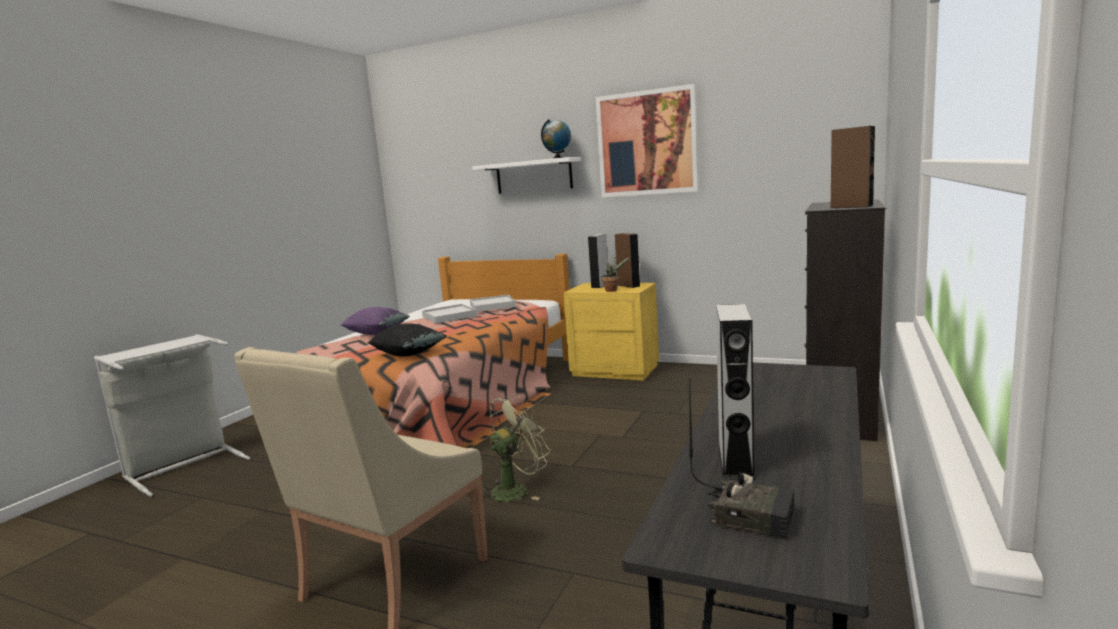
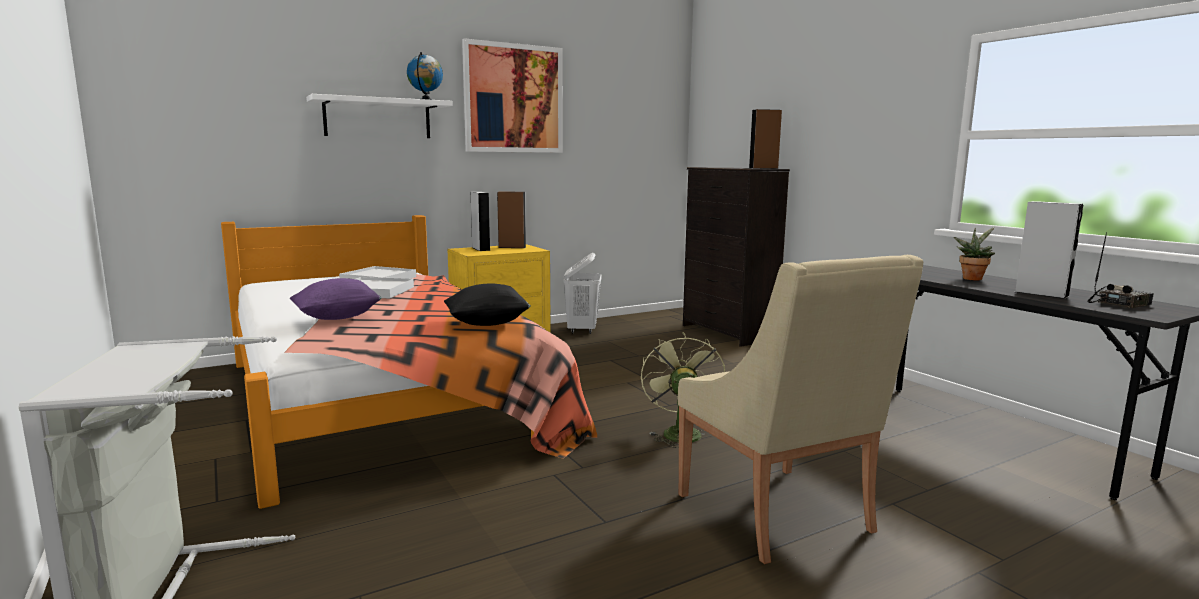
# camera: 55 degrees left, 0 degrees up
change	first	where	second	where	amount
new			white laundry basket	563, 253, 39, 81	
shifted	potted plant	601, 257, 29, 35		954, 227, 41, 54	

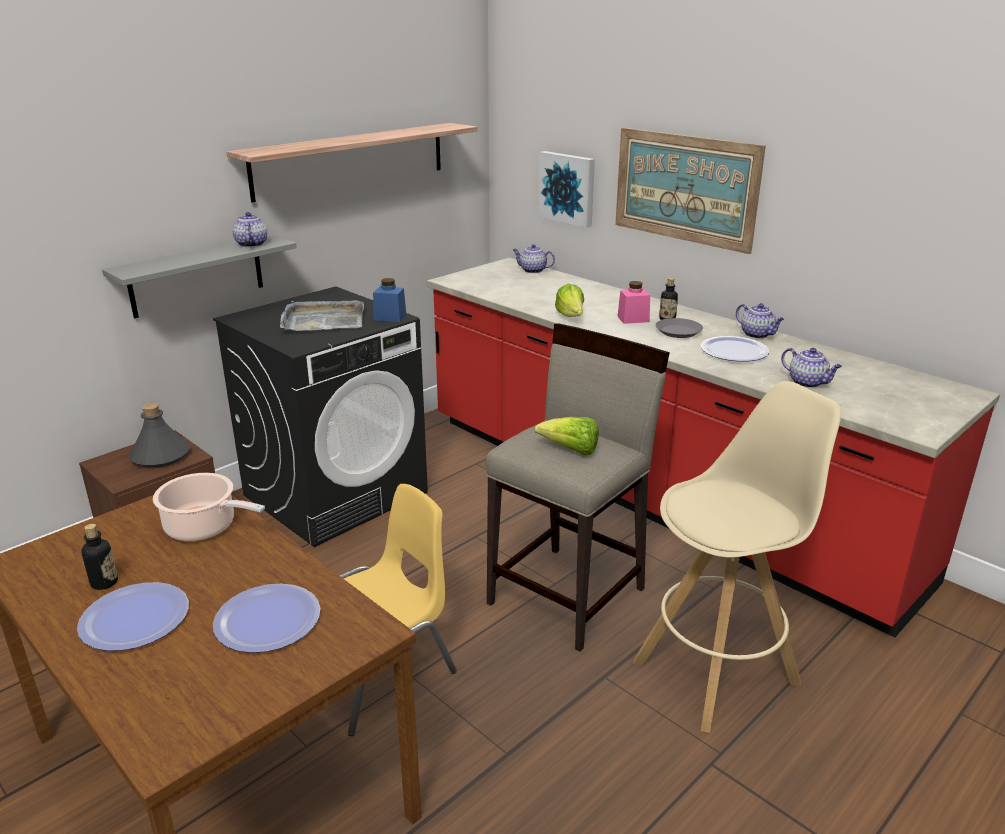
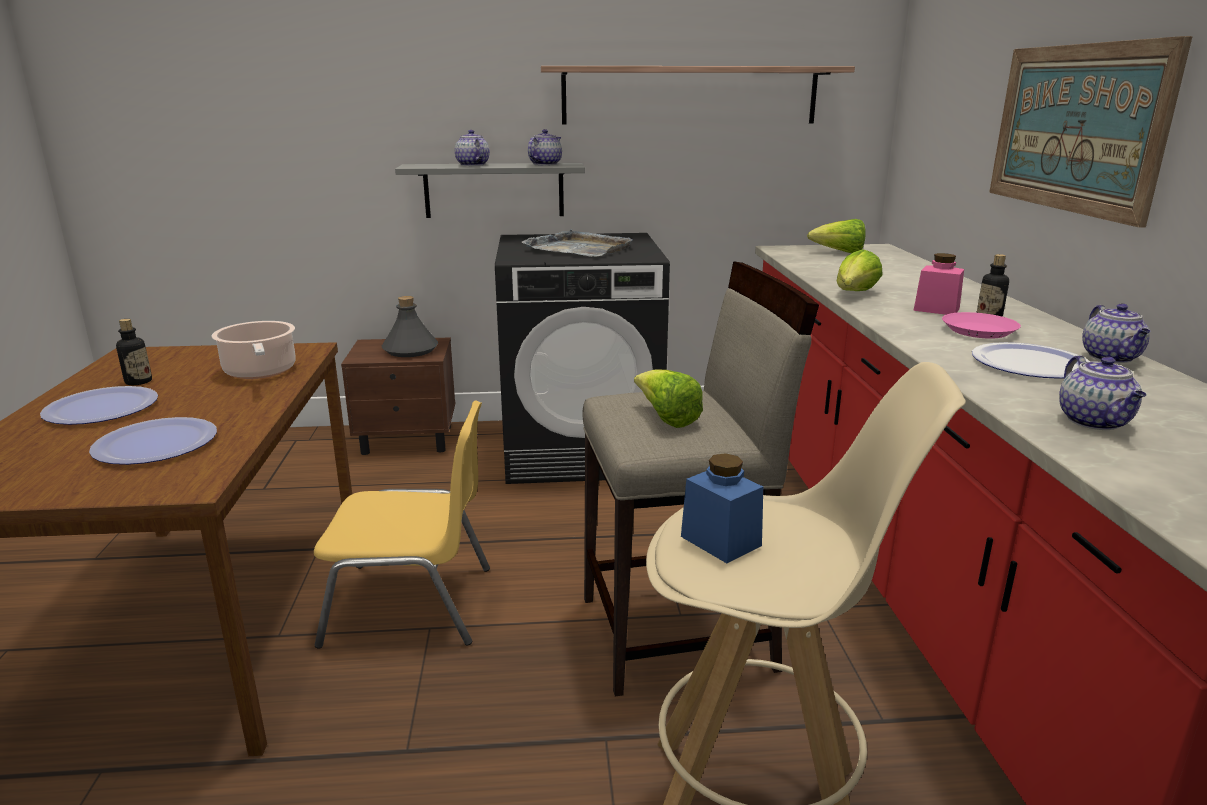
# camera: 40 degrees right, 5 degrees down
change	first	where	second	where	amount
gone	picture	538, 151, 57, 77			
new			lettuce	807, 219, 59, 34	
shifted	blue jar	373, 278, 33, 44		681, 453, 82, 110	
shifted	teapot	513, 244, 42, 29		455, 130, 35, 36	
repainted	grey plate	655, 318, 48, 20	pink plate	942, 312, 79, 27	

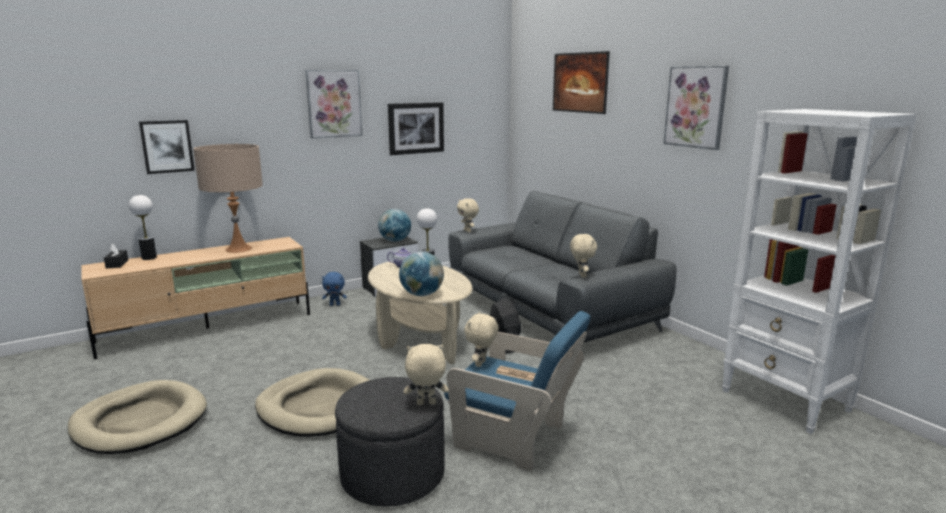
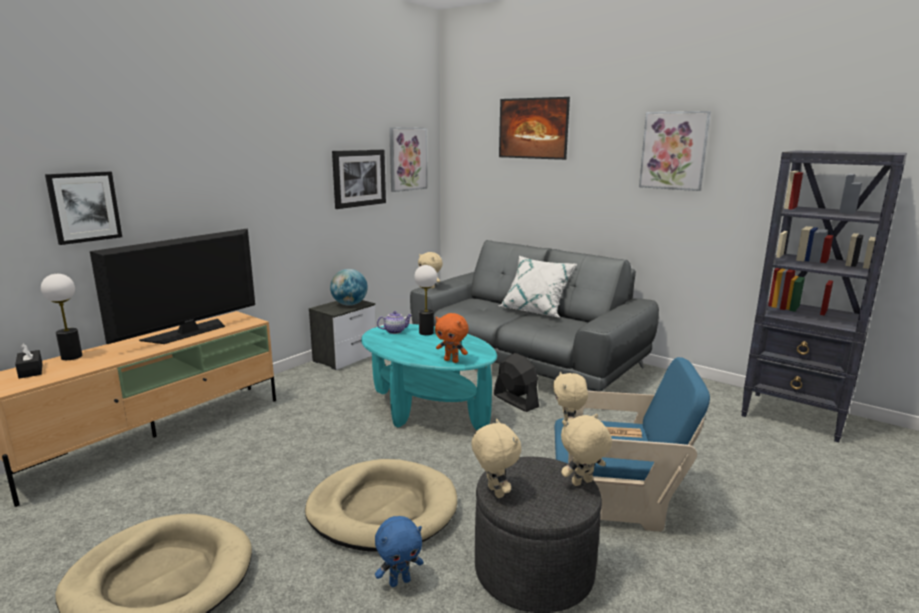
# camera: 20 degrees left, 0 degrees up
change	first	where	second	where	amount
new			white pillow	498, 256, 79, 62	
shifted	picture	305, 70, 57, 68		389, 127, 38, 65	
shifted	blue plush toy	322, 272, 25, 34		375, 516, 48, 71	
shifted	beige plush toy	570, 234, 27, 44		471, 419, 50, 79	
swapped	beige table lamp	193, 144, 70, 109	television	90, 229, 165, 115	
swapped	globe	399, 252, 45, 44	orange plush toy	435, 313, 34, 50	
repainted	beige coffee table	368, 262, 105, 102	turquoise coffee table	361, 324, 136, 106	
repainted	white bookcase	722, 109, 194, 325	black bookcase	741, 151, 166, 291	

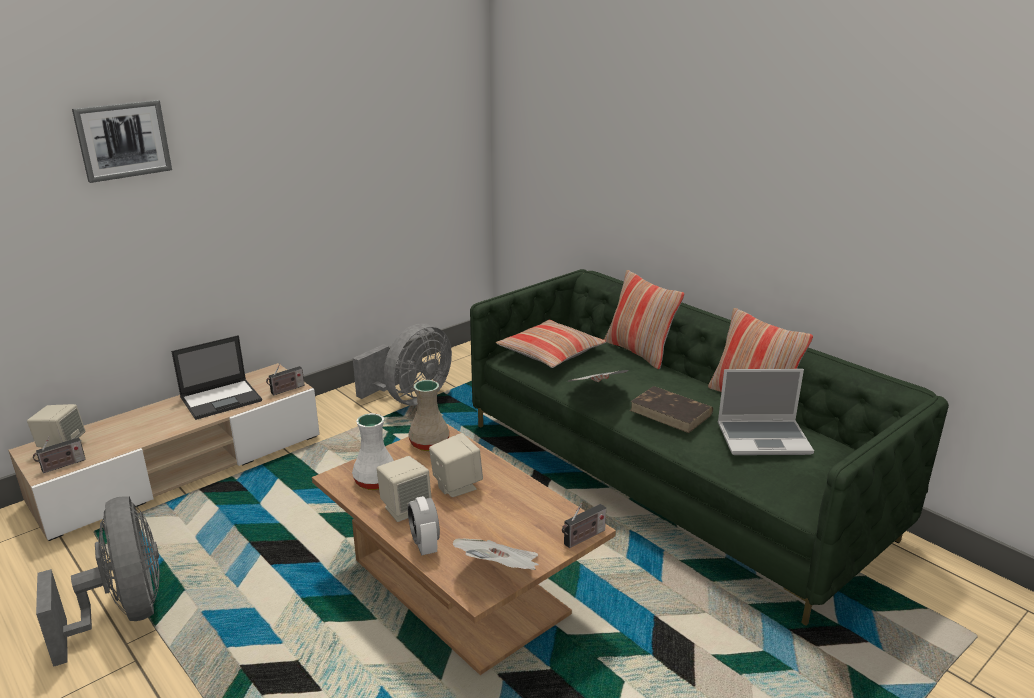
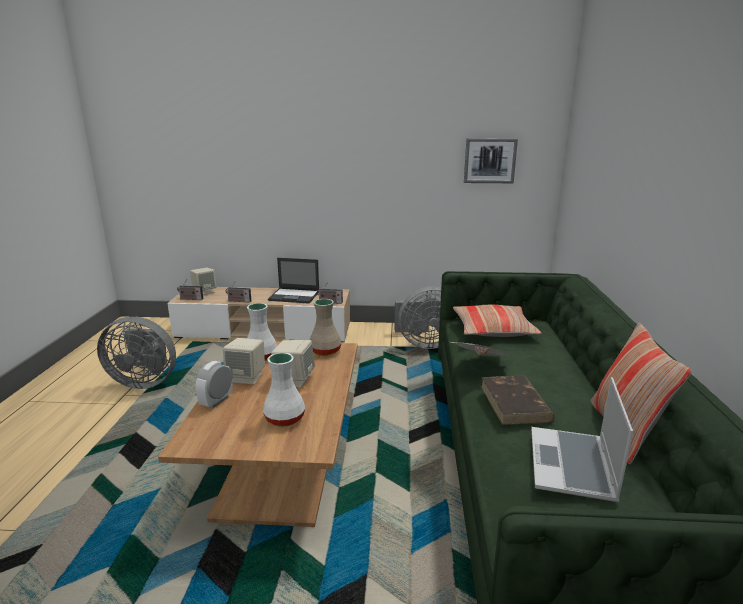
# camera: 45 degrees right, 5 degrees down
change	first	where	second	where	amount
gone	newspaper	453, 539, 86, 31			
gone	pillow	604, 270, 80, 99			
new			white vase	263, 353, 42, 74	
shifted	picture	72, 100, 100, 83		464, 138, 54, 45	
shifted	radio	562, 504, 44, 44		225, 282, 26, 20	
rotated	grey fan	36, 496, 124, 171		97, 317, 79, 72	75 degrees clockwise
rotated	laptop	718, 369, 96, 86		531, 377, 102, 125	60 degrees clockwise

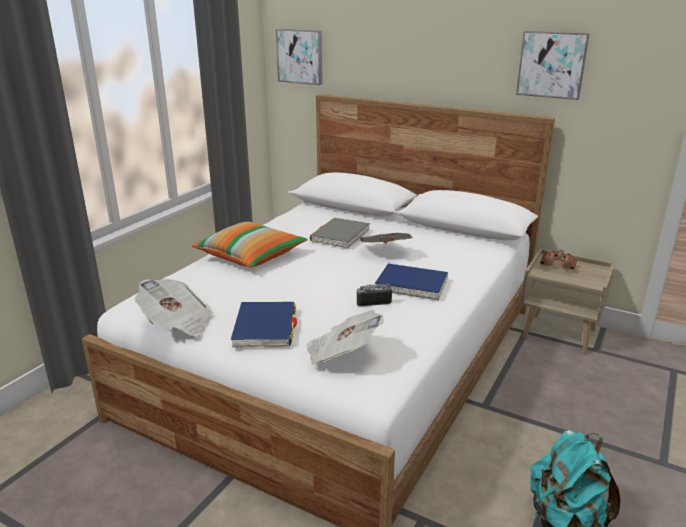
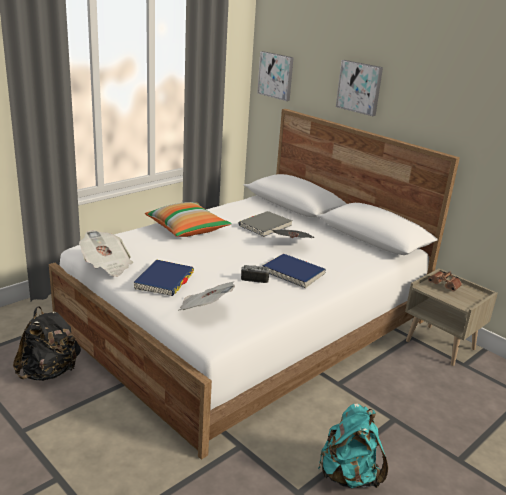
# camera: 15 degrees right, 0 degrees up
change	first	where	second	where	amount
new			black backpack	13, 306, 68, 75	
shifted	picture	516, 31, 74, 69		336, 60, 47, 56	

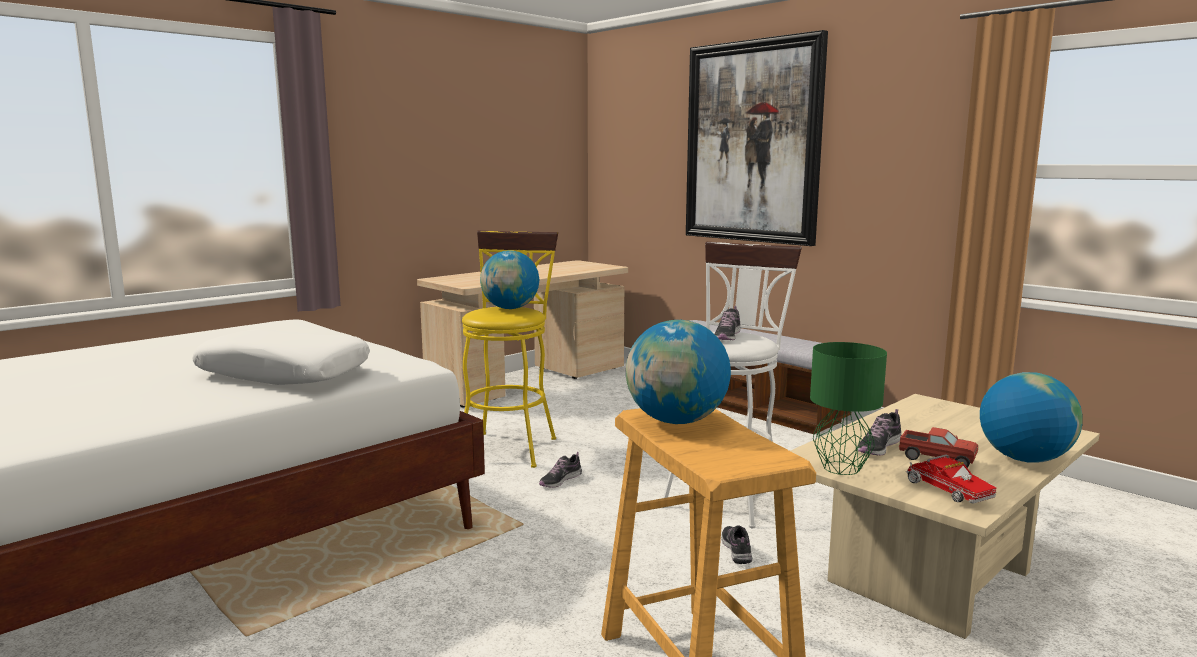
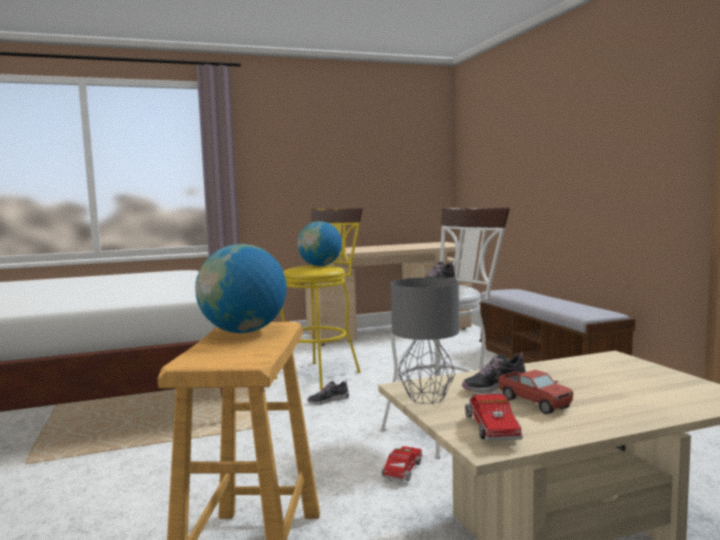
# camera: 25 degrees right, 5 degrees down
change	first	where	second	where	amount
gone	white pillow	192, 329, 178, 56			
gone	picture	686, 30, 142, 216			
gone	globe	980, 372, 103, 91			
swapped	shoe	721, 525, 31, 39	toy truck	382, 446, 41, 35	
repainted	green table lamp	810, 342, 77, 133	grey table lamp	391, 278, 68, 126	

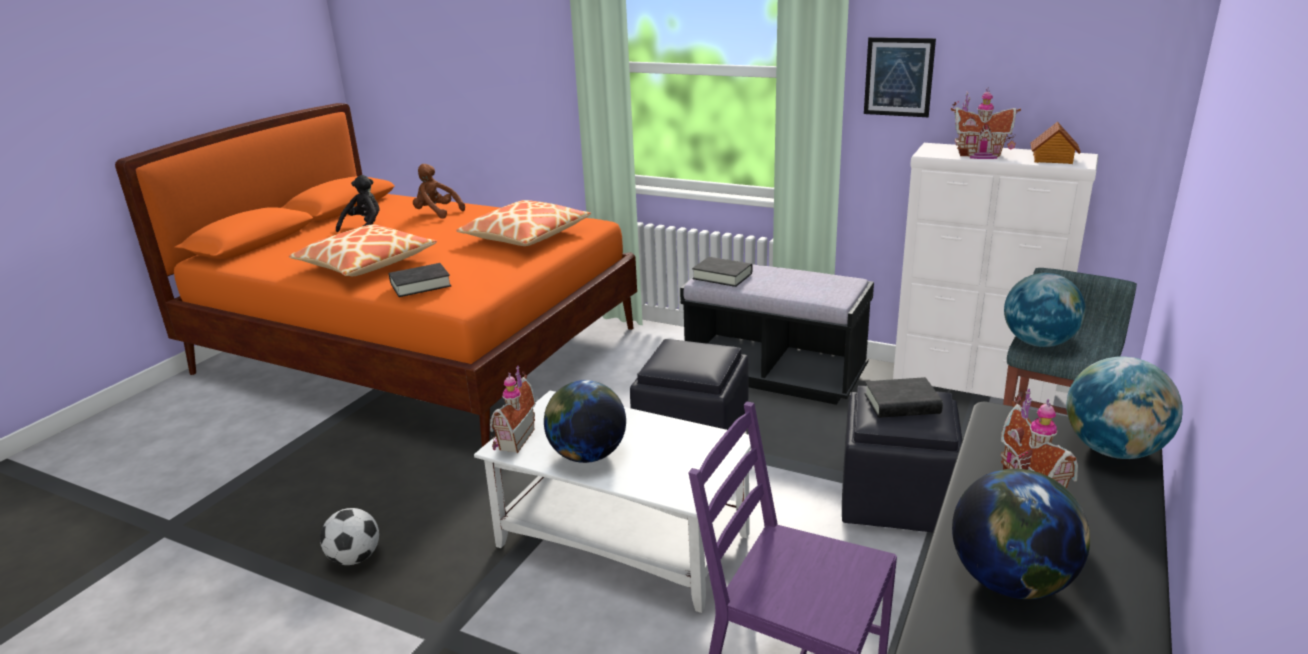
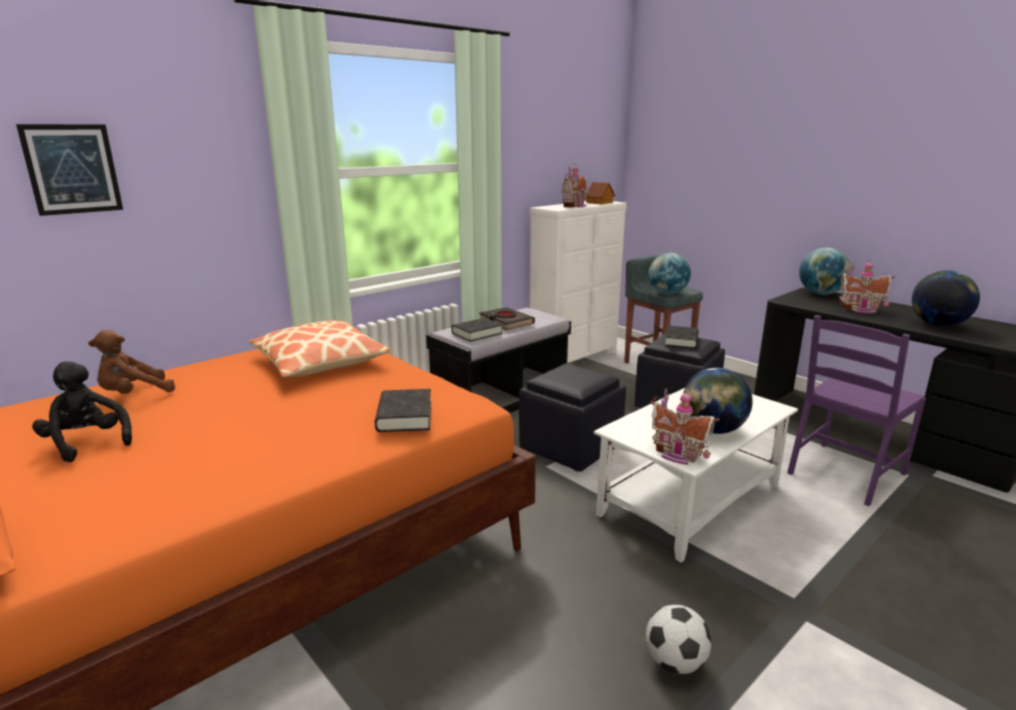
# camera: 70 degrees left, 5 degrees down
change	first	where	second	where	amount
gone	pillow	289, 224, 148, 52			
new			black book	479, 307, 56, 23	
shifted	picture	864, 37, 72, 80		16, 124, 107, 92	

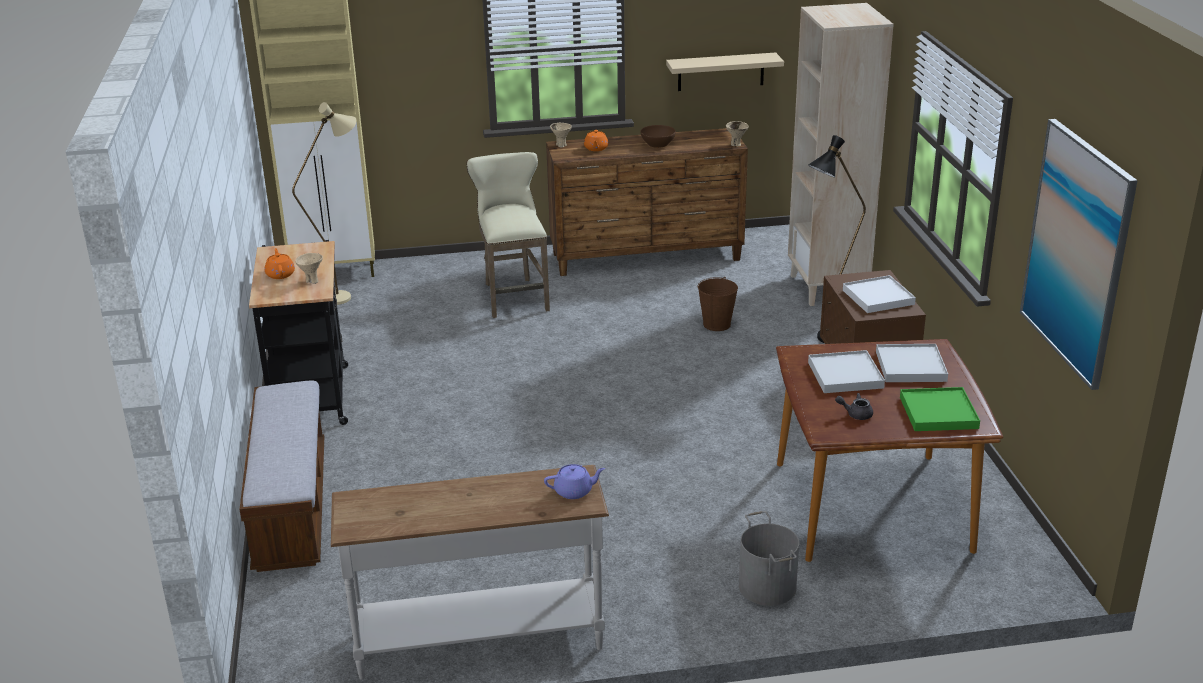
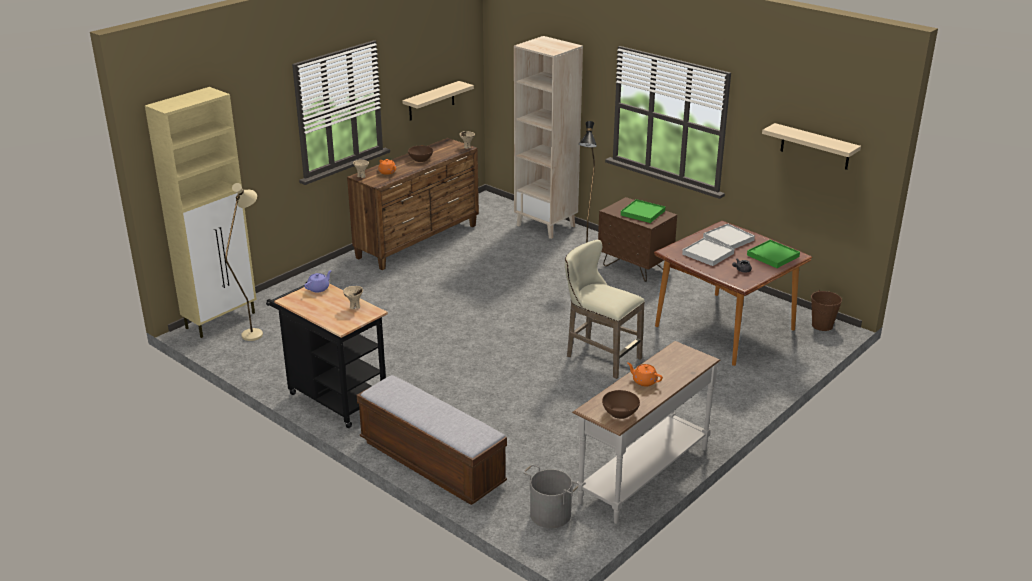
# camera: 40 degrees left, 0 degrees up
change	first	where	second	where	amount
new			brown bowl	602, 390, 38, 29	
shifted	orange teapot	265, 248, 30, 31		627, 362, 36, 25	
shifted	beige stool	467, 152, 83, 166		565, 240, 80, 139	
shifted	purple teapot	544, 464, 61, 35		304, 270, 28, 22	
shifted	brown bucket	698, 277, 40, 54		811, 290, 31, 41	
shifted	grey bucket	739, 511, 60, 95		523, 464, 57, 64	
swapped	picture	1020, 119, 118, 271	beige shelf	762, 123, 99, 47	
repainted	white tray	843, 275, 73, 38	green tray	621, 199, 44, 24	

